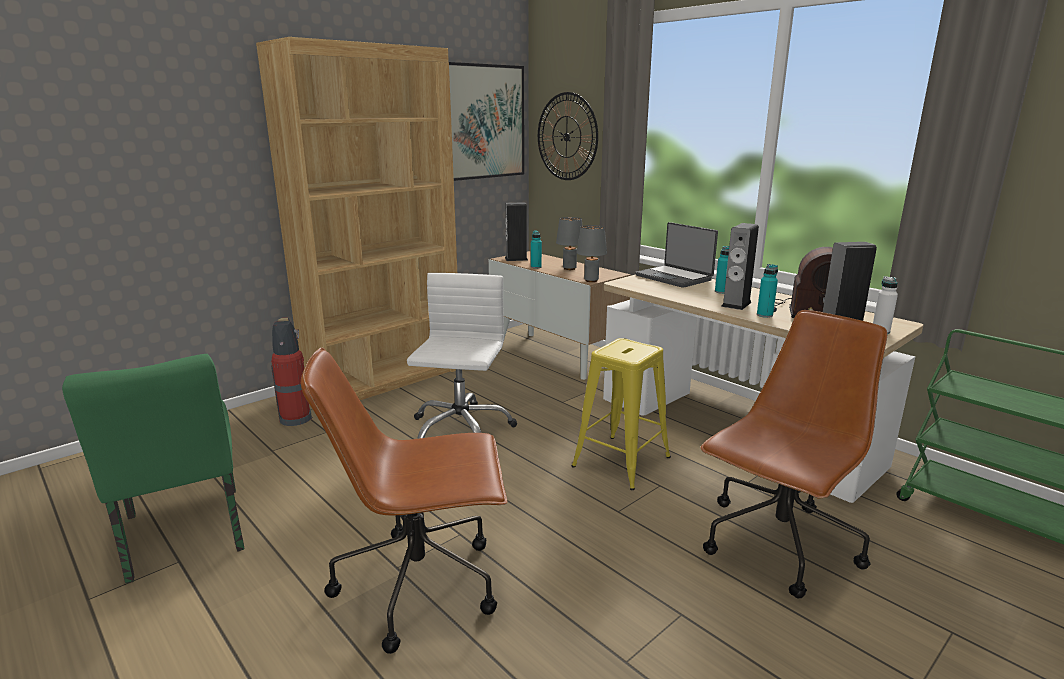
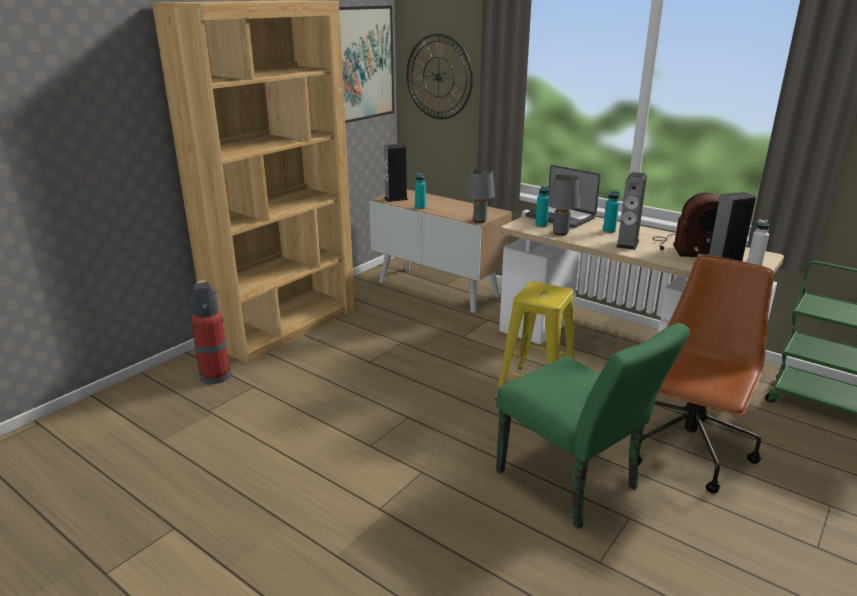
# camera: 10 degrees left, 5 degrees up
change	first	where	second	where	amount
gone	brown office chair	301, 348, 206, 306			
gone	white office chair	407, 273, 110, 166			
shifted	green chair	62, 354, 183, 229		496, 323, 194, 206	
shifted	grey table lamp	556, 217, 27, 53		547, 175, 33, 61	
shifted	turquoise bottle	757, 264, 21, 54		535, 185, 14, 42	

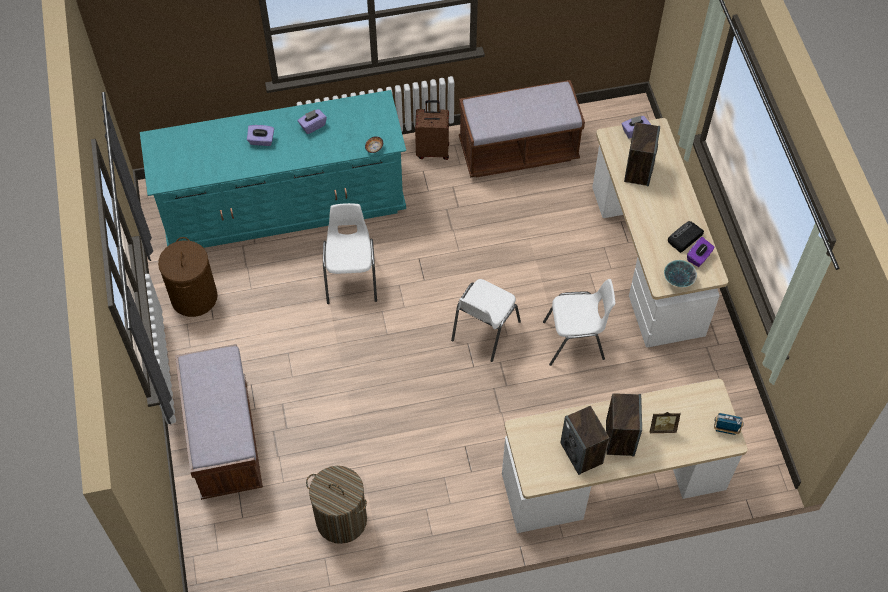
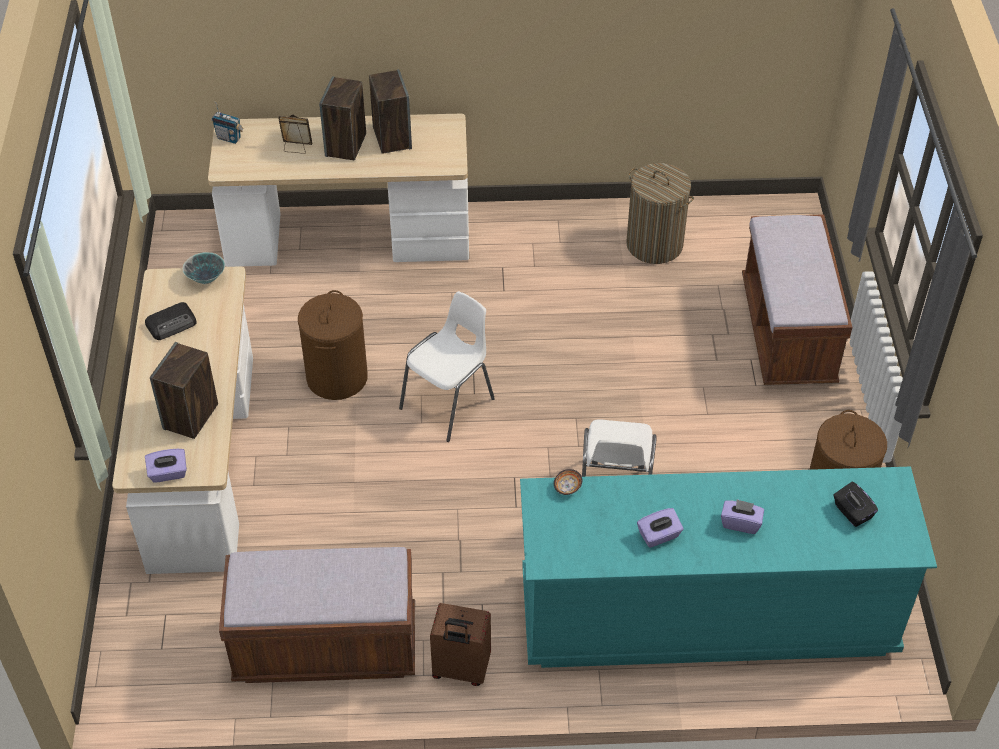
# camera: 170 degrees left, 10 degrees down
change	first	where	second	where	amount
gone	purple tissue box	687, 237, 28, 30			
new			black tissue box	833, 482, 45, 45	
swapped	white chair	543, 279, 72, 87	brown laundry basket	298, 290, 70, 110	

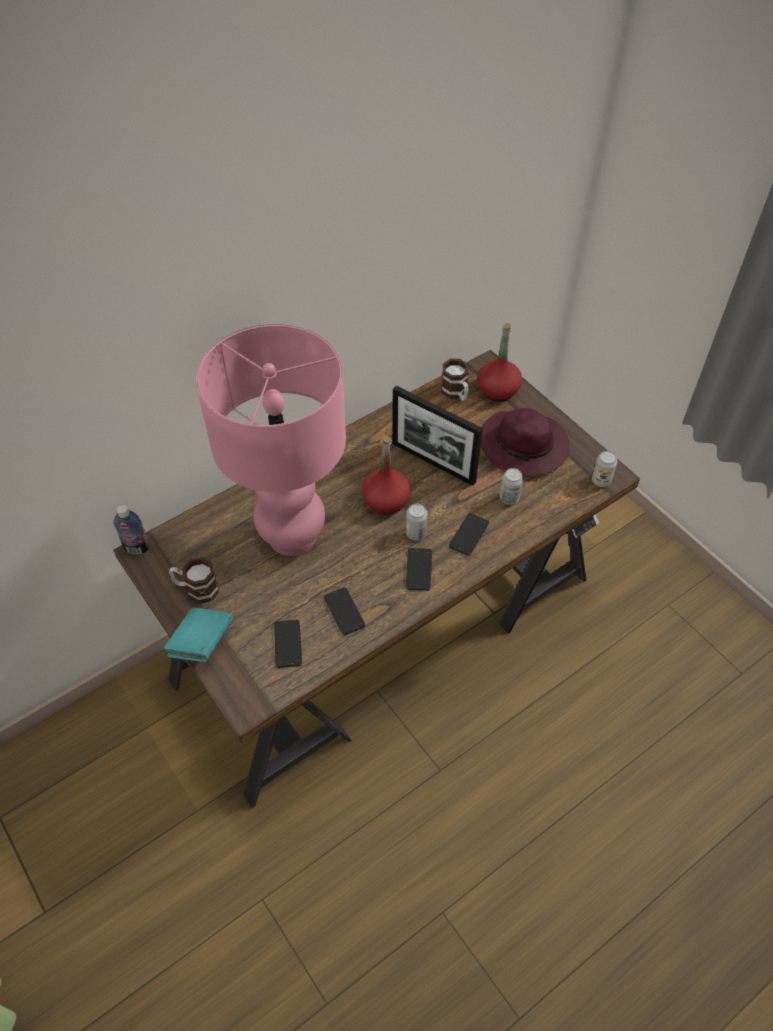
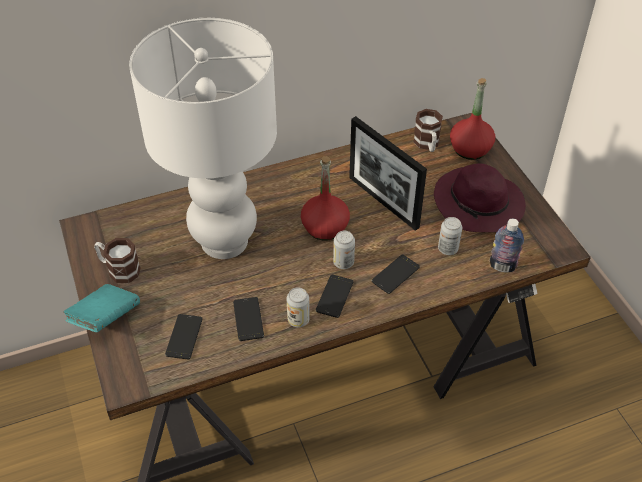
# camera: 15 degrees right, 5 degrees down
change	first	where	second	where	amount
shifted	bottle	113, 505, 37, 49		490, 219, 34, 53	
shifted	can	592, 451, 25, 36		287, 287, 23, 40	
repainted	pink table lamp	196, 324, 150, 232	white table lamp	129, 18, 148, 241	

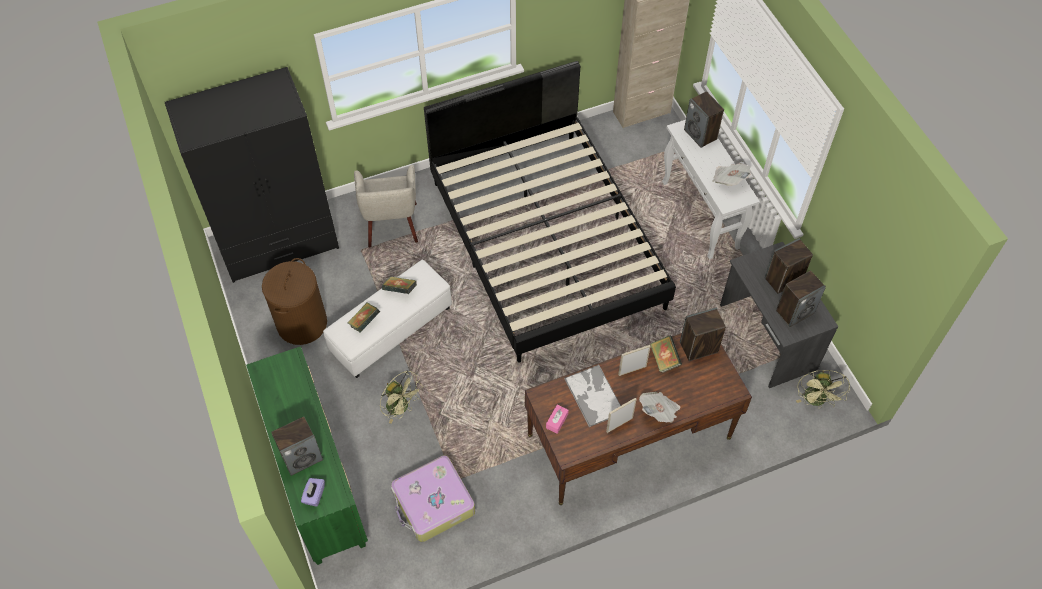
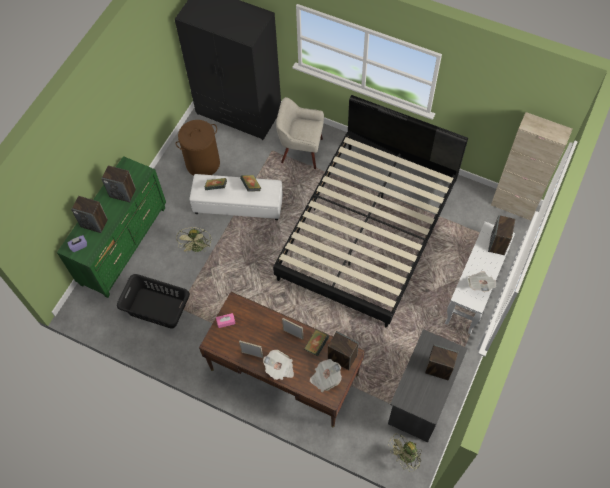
# camera: 50 degrees right, 5 degrees up
change	first	where	second	where	amount
gone	tray	564, 365, 57, 62			
new			newspaper	310, 359, 32, 33	
shifted	speaker	776, 270, 50, 57		101, 166, 35, 36	
swapped	suitcase	391, 455, 84, 87	black laundry basket	117, 274, 73, 54	
rotated	beige armchair	354, 165, 64, 82		276, 97, 48, 72	60 degrees clockwise

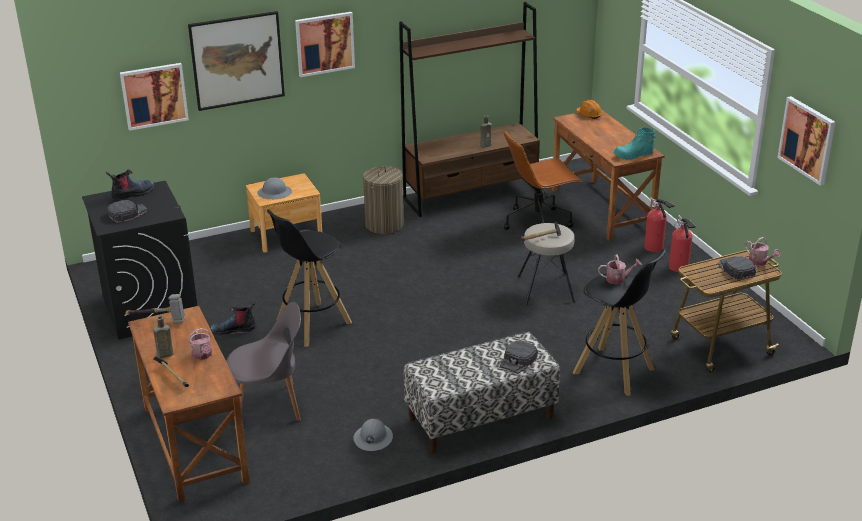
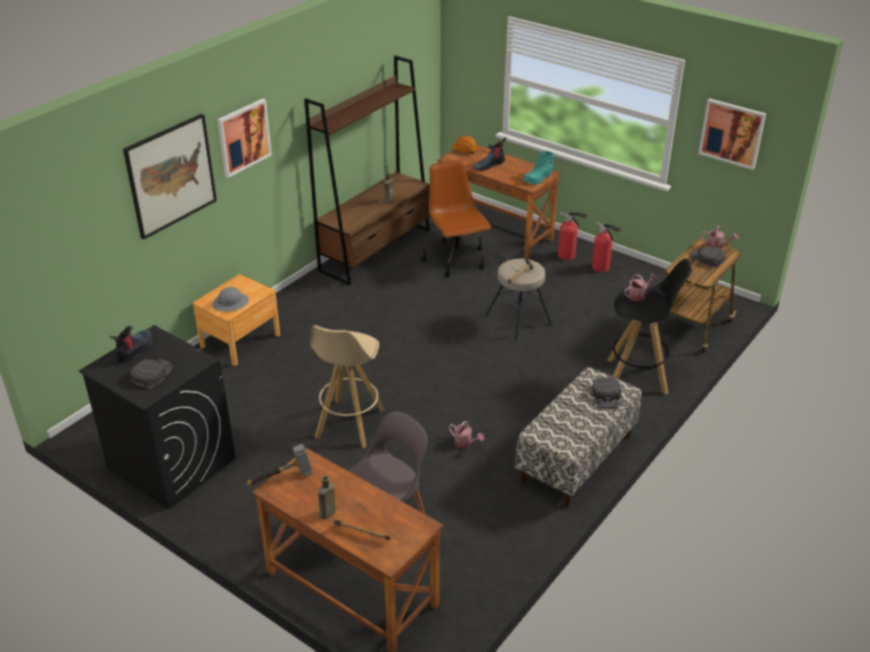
# camera: 30 degrees left, 5 degrees up
change	first	where	second	where	amount
gone	picture	120, 63, 69, 68			
gone	grey hard hat	353, 419, 40, 32			
gone	laundry basket	363, 166, 41, 68			
shifted	watering can	189, 328, 23, 32		449, 421, 35, 27	
shifted	boot	210, 302, 46, 33		474, 137, 32, 33	
repainted	black stool	267, 209, 85, 138	beige stool	310, 325, 75, 123	
rotated	brown office chair	504, 131, 78, 99		421, 160, 70, 117	120 degrees clockwise

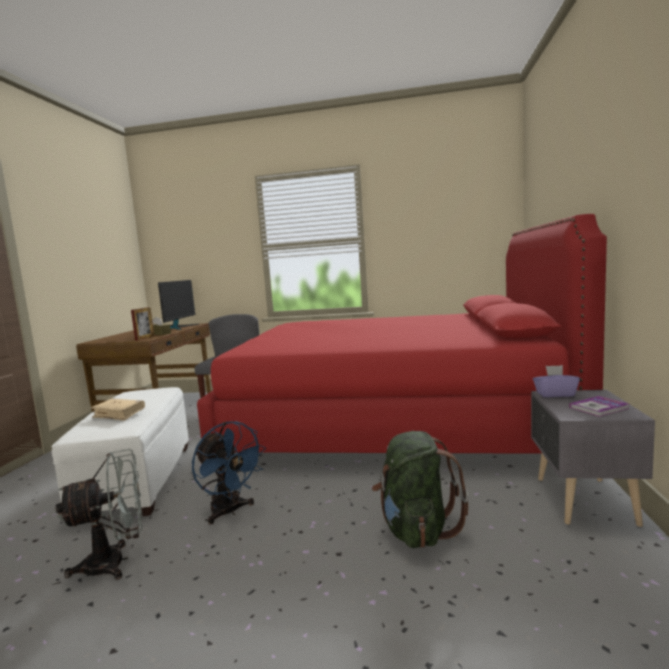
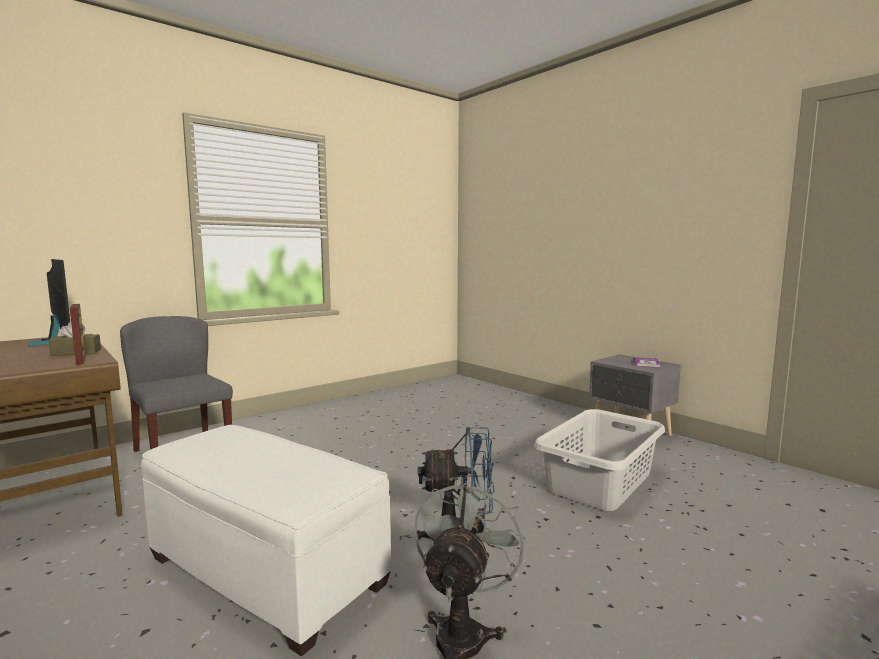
# camera: 50 degrees left, 0 degrees up
change	first	where	second	where	amount
gone	beige book	90, 399, 55, 22			
gone	red bed	197, 214, 410, 240			
gone	purple tissue box	533, 365, 47, 32			
swapped	green backpack	372, 431, 97, 117	grey laundry basket	534, 409, 131, 102	

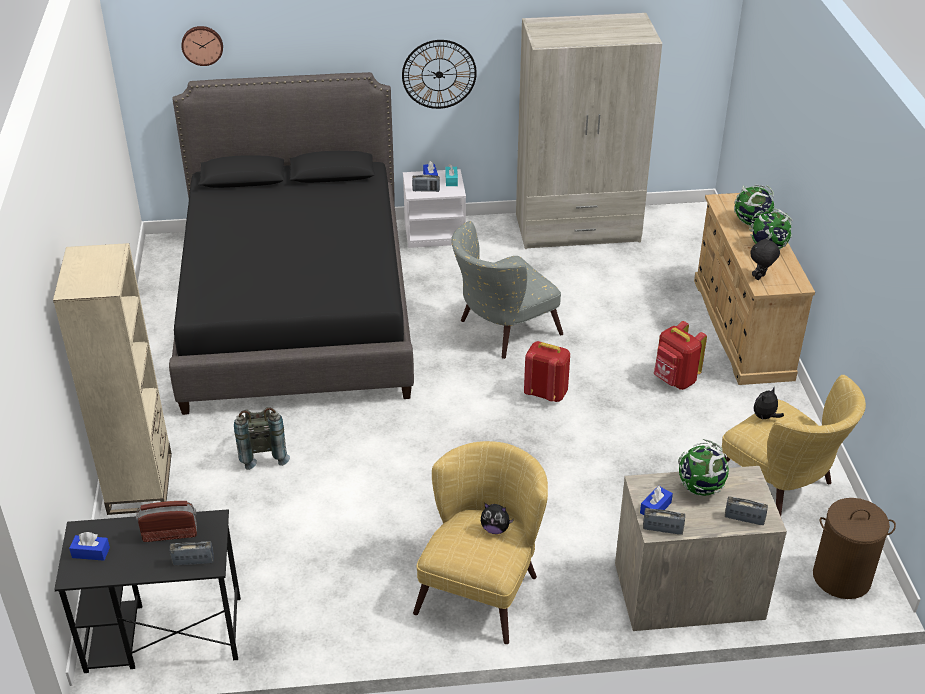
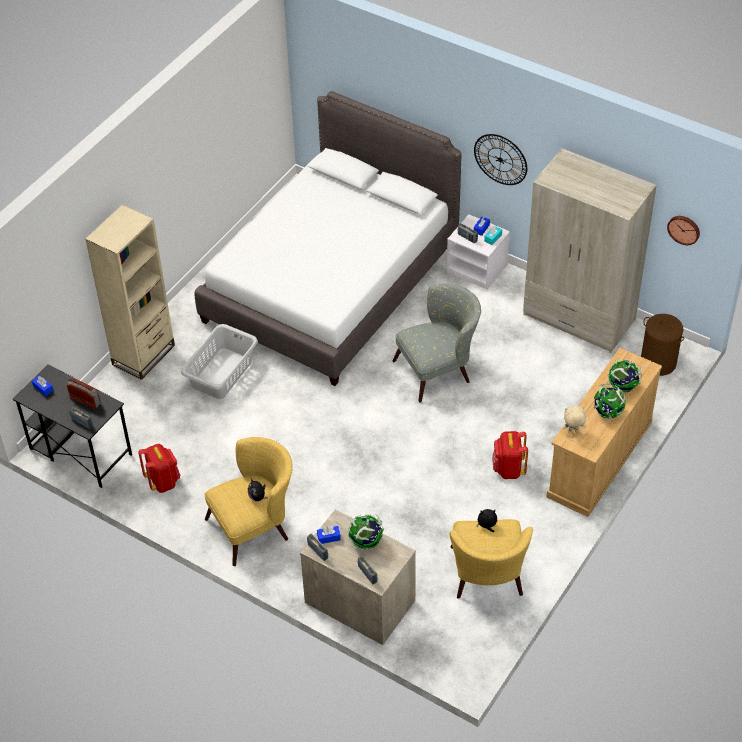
# camera: 40 degrees right, 10 degrees up
change	first	where	second	where	amount
shifted	wall clock	181, 26, 42, 40		667, 216, 33, 29	
shifted	red backpack	524, 341, 46, 61		138, 444, 43, 49	
shifted	brown laundry basket	813, 498, 83, 101		641, 314, 44, 62	
swapped	grey backpack	234, 407, 56, 63	grey laundry basket	181, 324, 77, 75	
repainted	black bed	169, 72, 245, 343	white bed	195, 91, 267, 295	
repainted	black plush toy	751, 237, 29, 43	beige plush toy	562, 406, 24, 27	
rotated	grey armchair	451, 221, 112, 138		393, 283, 88, 119	150 degrees clockwise

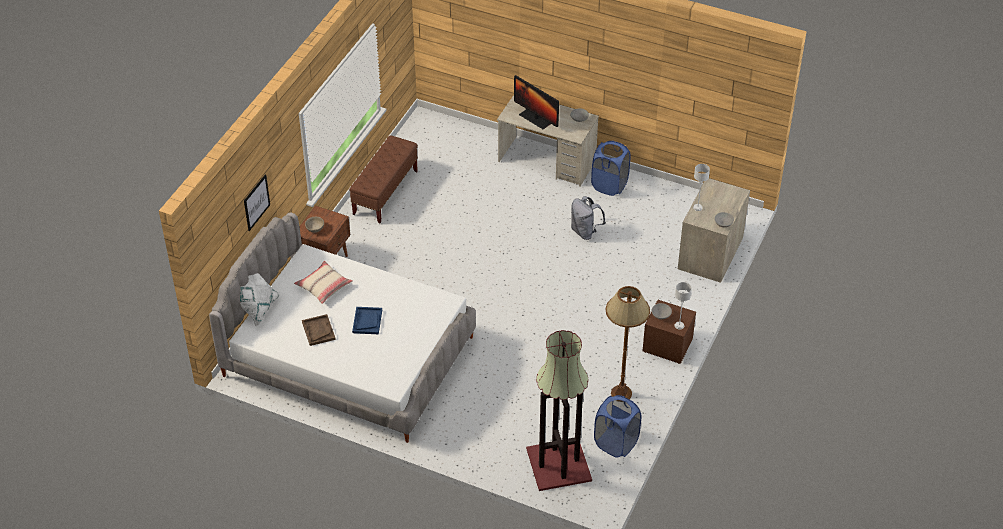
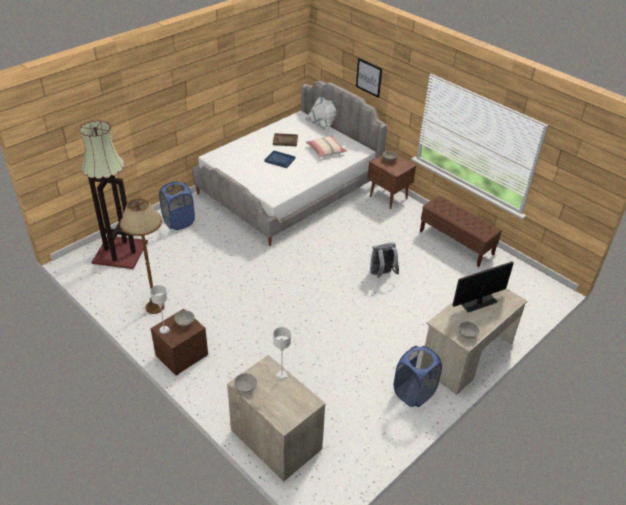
# camera: 110 degrees right, 5 degrees down
change	first	where	second	where	amount
shifted	grey backpack	571, 196, 35, 44		370, 242, 29, 36	
shifted	blue laundry basket	594, 395, 47, 63		159, 182, 36, 48	

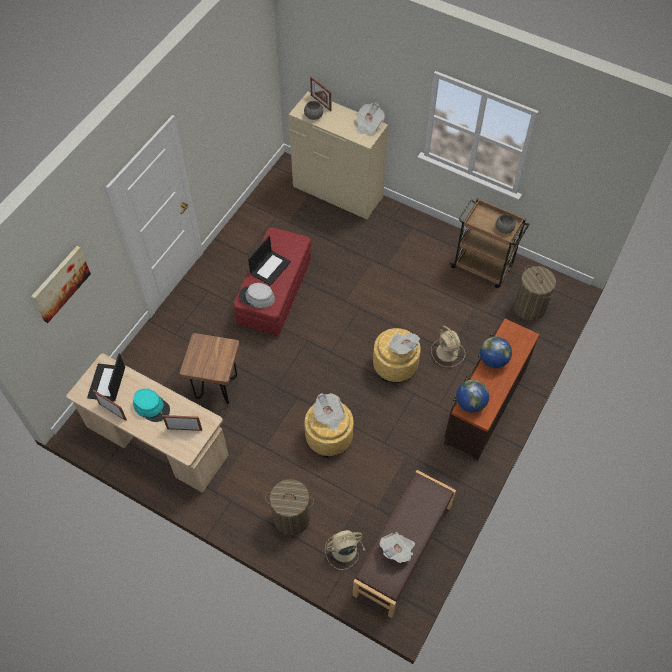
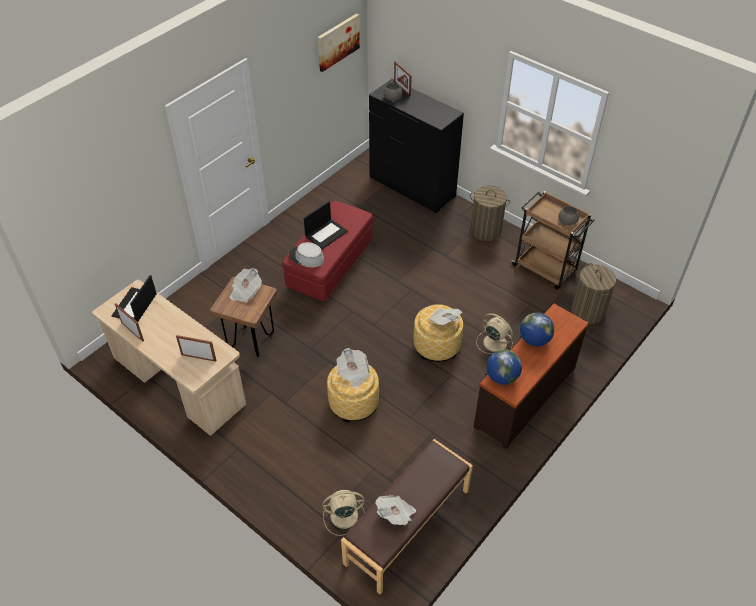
# camera: 10 degrees right, 10 degrees down
change	first	where	second	where	amount
gone	turquoise hat	133, 389, 37, 33			
shifted	picture	31, 246, 60, 77		318, 13, 42, 59	
shifted	laundry basket	265, 479, 49, 56		470, 185, 40, 56	
shifted	newspaper	356, 103, 29, 32		230, 268, 32, 35	
repainted	beige dresser	289, 92, 99, 127	black dresser	369, 79, 95, 134	
rotated	beige fan	431, 326, 34, 41		476, 313, 37, 41	150 degrees clockwise

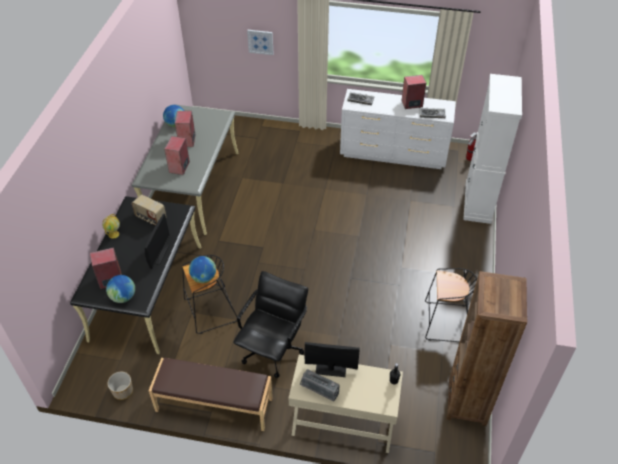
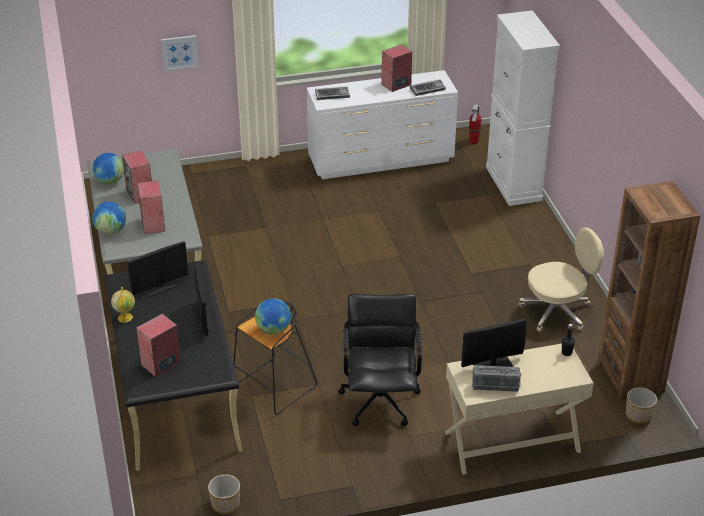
# camera: 25 degrees left, 10 degrees down
change	first	where	second	where	amount
gone	brown bench	149, 358, 124, 73			
new			planter	626, 387, 31, 37	
shifted	globe	106, 275, 29, 28		92, 202, 34, 33	
swapped	radio	131, 194, 35, 31	monitor	128, 241, 61, 56	
swapped	black stool	425, 268, 52, 74	beige office chair	519, 228, 85, 104	

